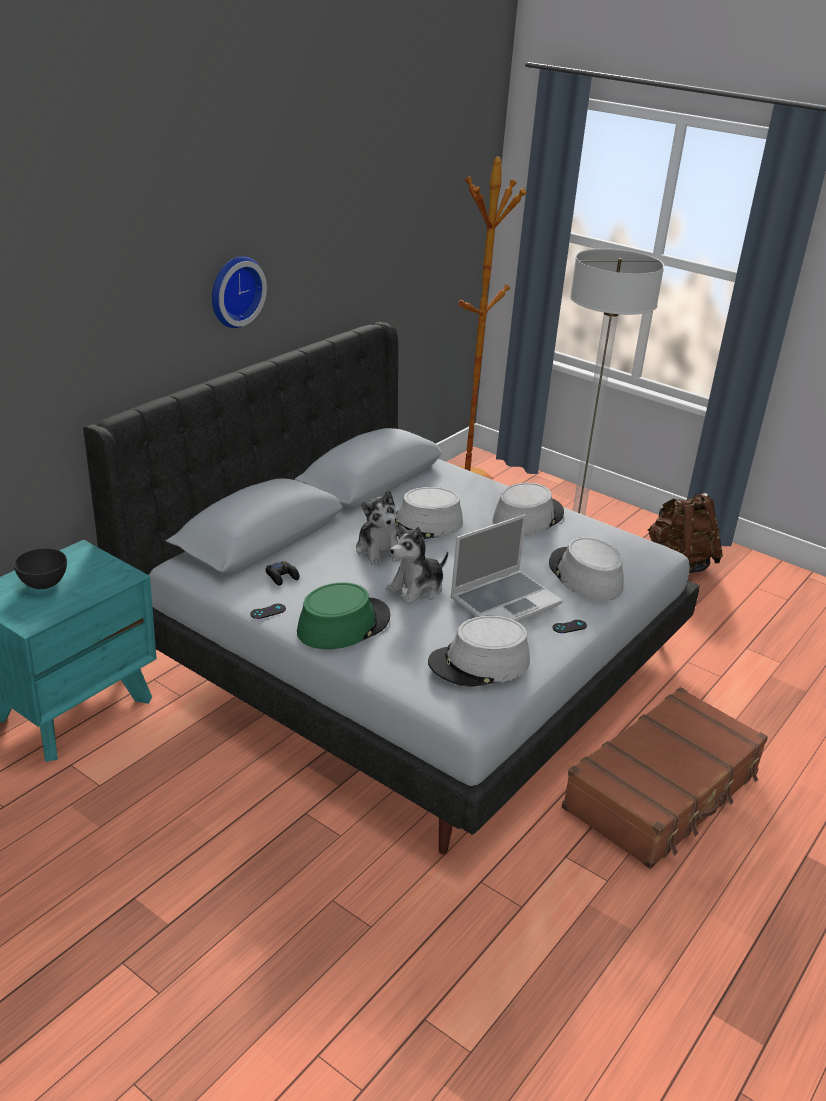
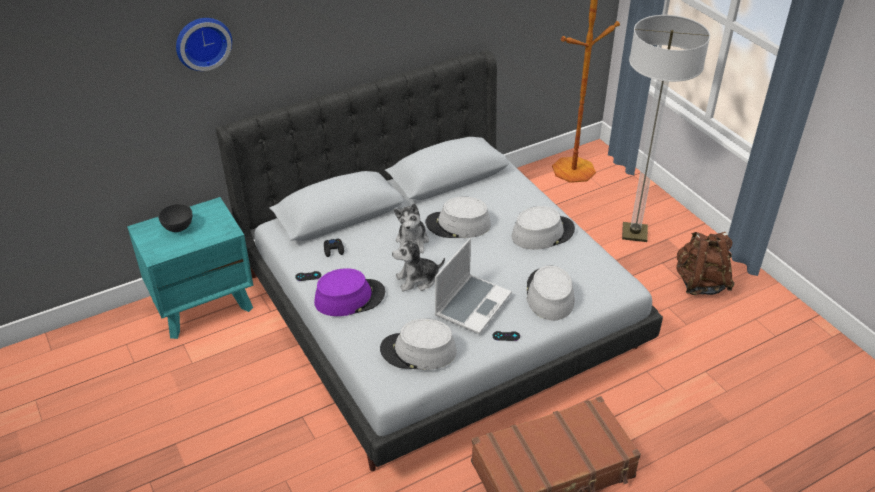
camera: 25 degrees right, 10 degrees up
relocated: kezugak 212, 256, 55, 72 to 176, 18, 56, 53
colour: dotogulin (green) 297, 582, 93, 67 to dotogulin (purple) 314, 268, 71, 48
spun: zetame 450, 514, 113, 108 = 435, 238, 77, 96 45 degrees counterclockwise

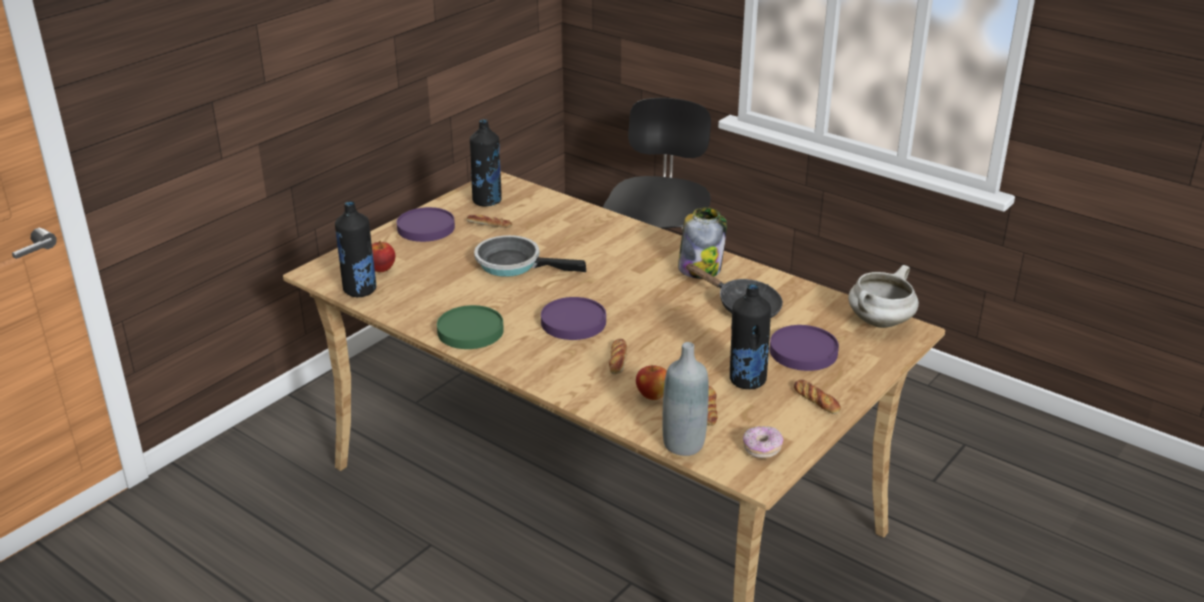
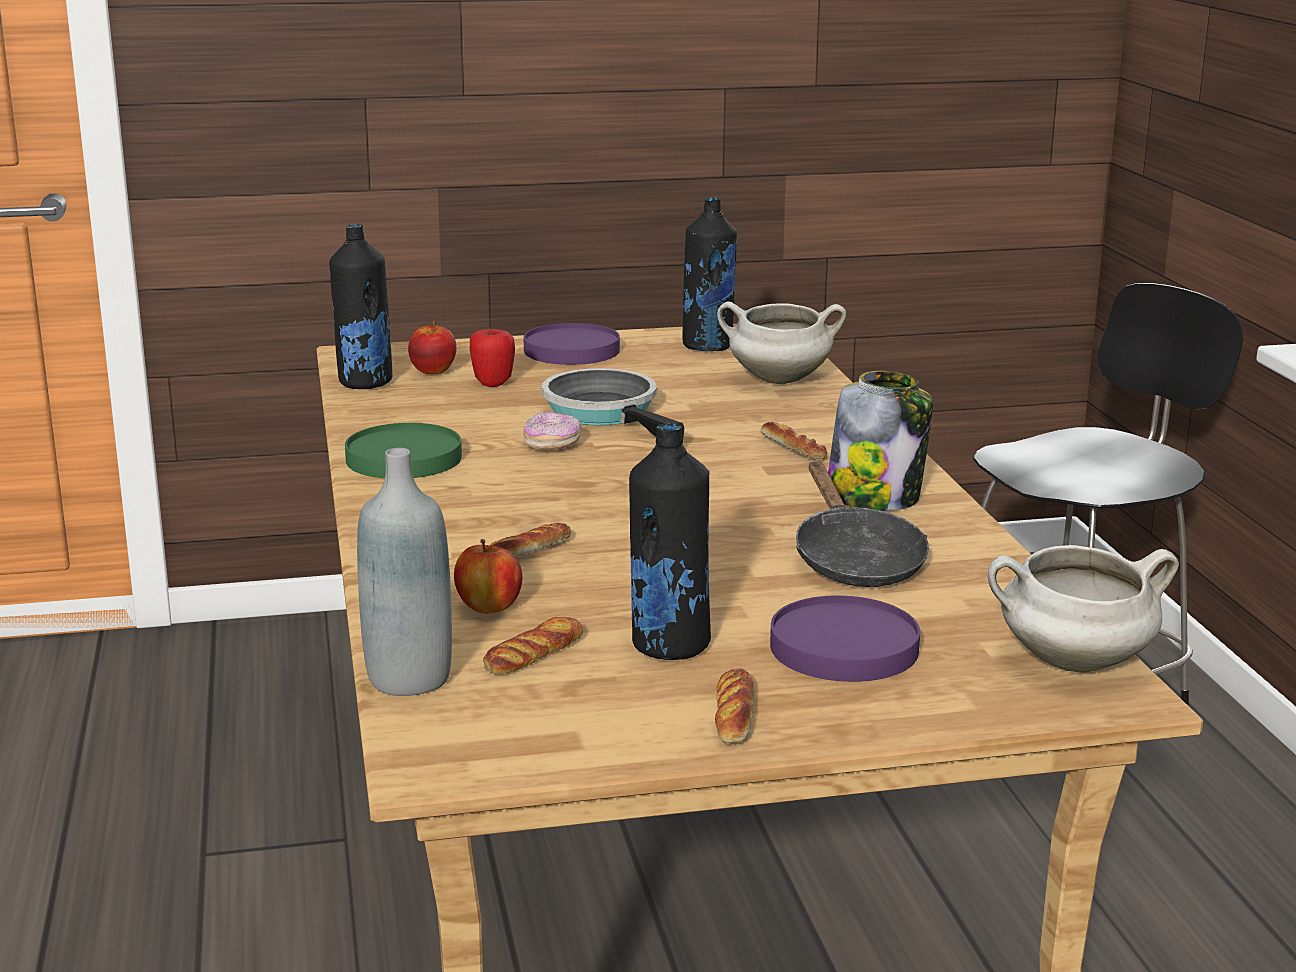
camera: 40 degrees right, 10 degrees down
missing: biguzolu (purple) 541, 297, 65, 43
appeared: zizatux 470, 327, 45, 60; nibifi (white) 717, 302, 129, 82
relocated: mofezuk 743, 426, 40, 33 to 523, 412, 58, 39; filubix 467, 215, 45, 13 to 761, 422, 66, 37

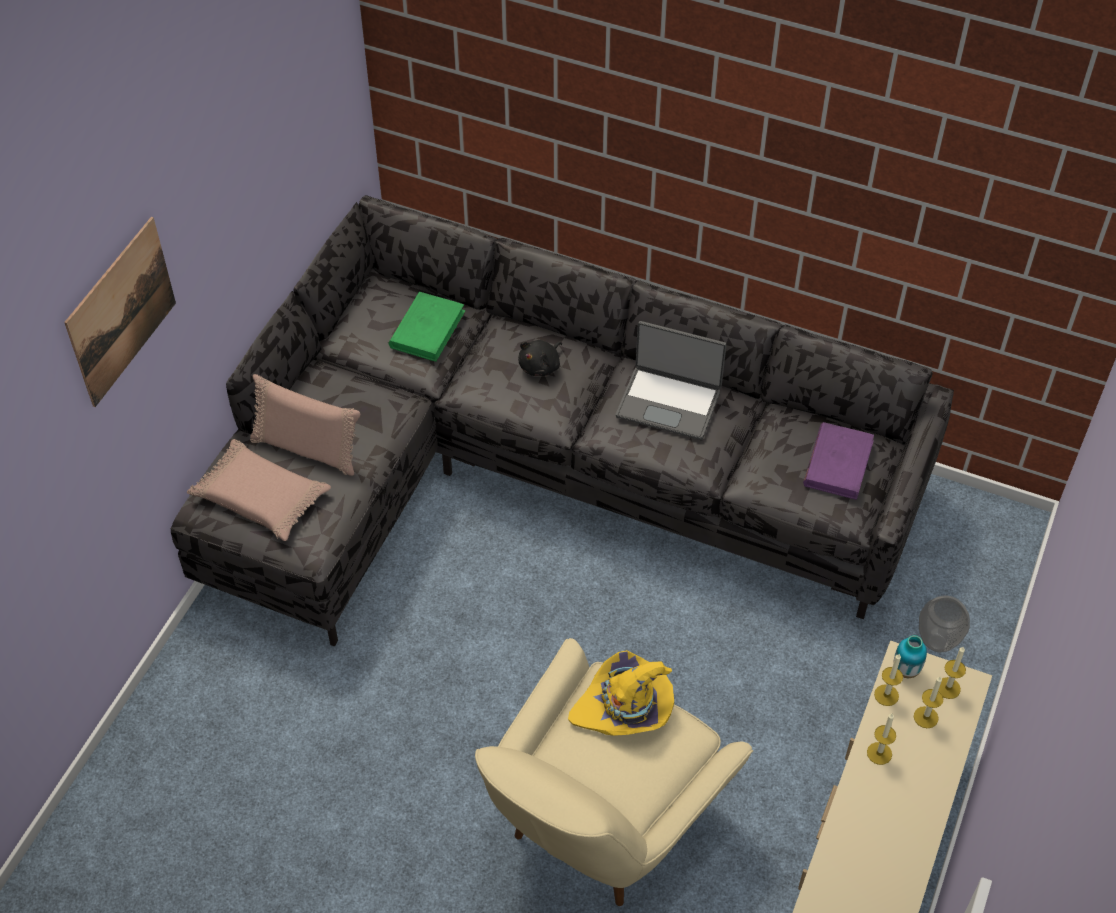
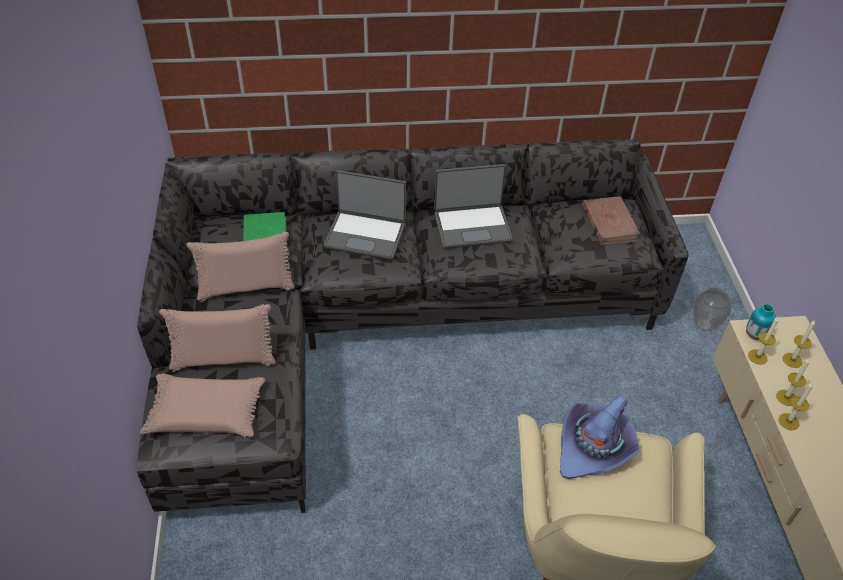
camera: 30 degrees left, 5 degrees down
missing: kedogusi 64, 217, 112, 190
appeared: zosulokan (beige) 186, 232, 109, 70
relocated: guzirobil 938, 647, 28, 52 to 778, 382, 35, 48
exchanged: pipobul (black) 518, 340, 44, 36 to zetame 324, 170, 82, 90
colour: dotogulin (yellow) 568, 650, 106, 86 to dotogulin (purple) 560, 396, 79, 83; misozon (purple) 803, 422, 71, 78 to misozon (brown) 582, 196, 58, 49

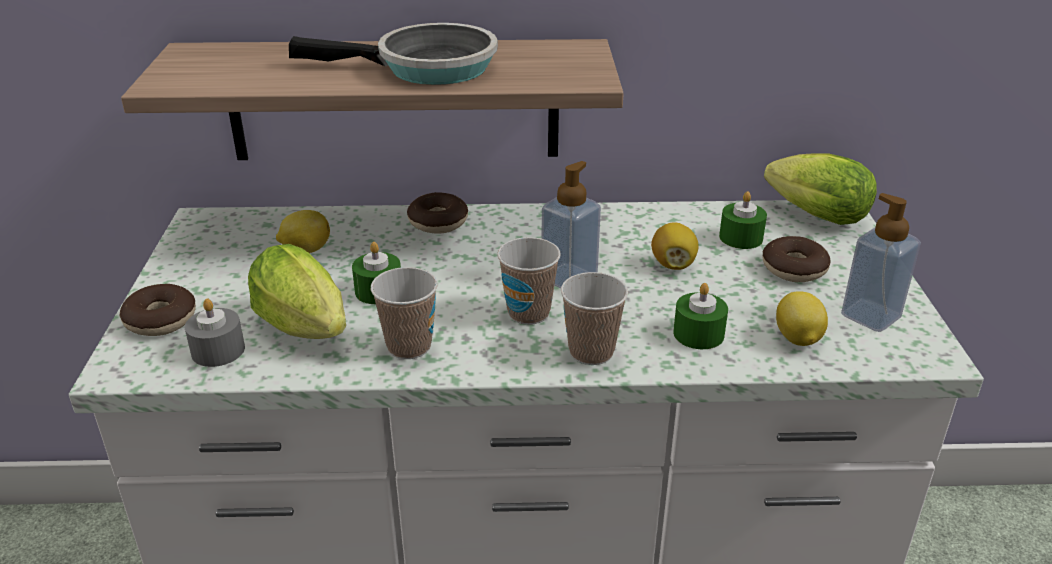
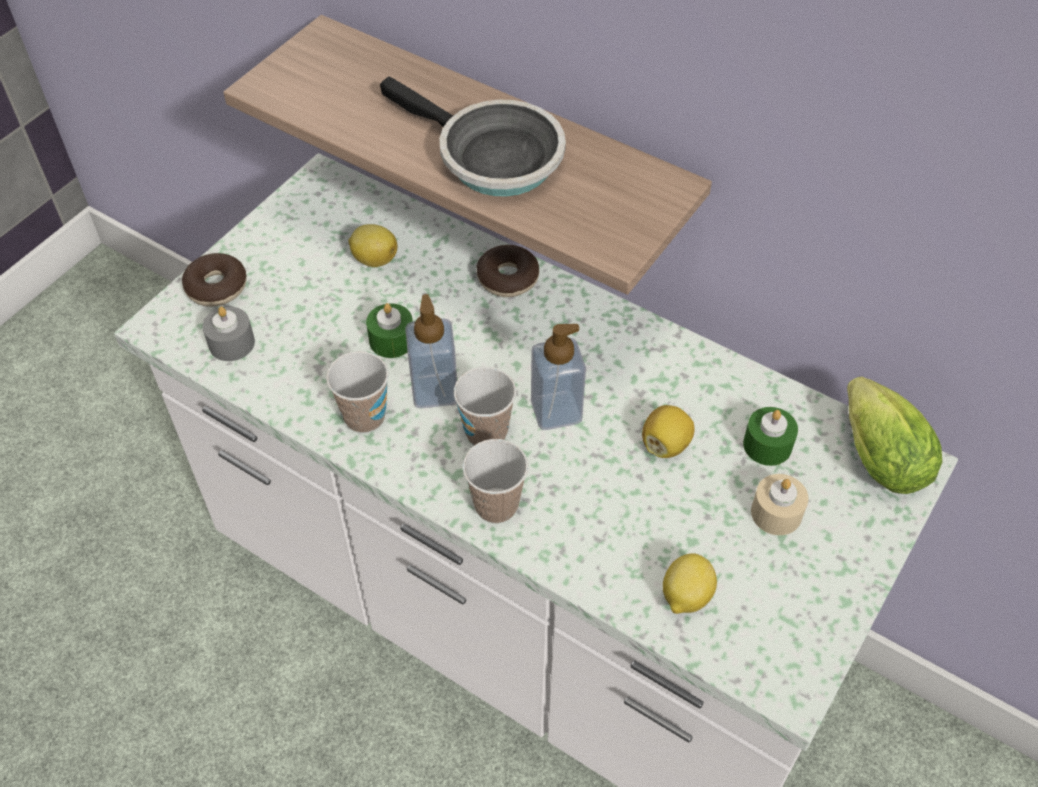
camera: 35 degrees right, 20 degrees up
missing: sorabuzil 248, 244, 98, 95; guzirobil (green) 673, 283, 55, 66
relocated: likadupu 841, 193, 80, 139 to 405, 294, 52, 114
exchanged: mofezuk 762, 236, 69, 46 to guzirobil (beige) 751, 474, 57, 61

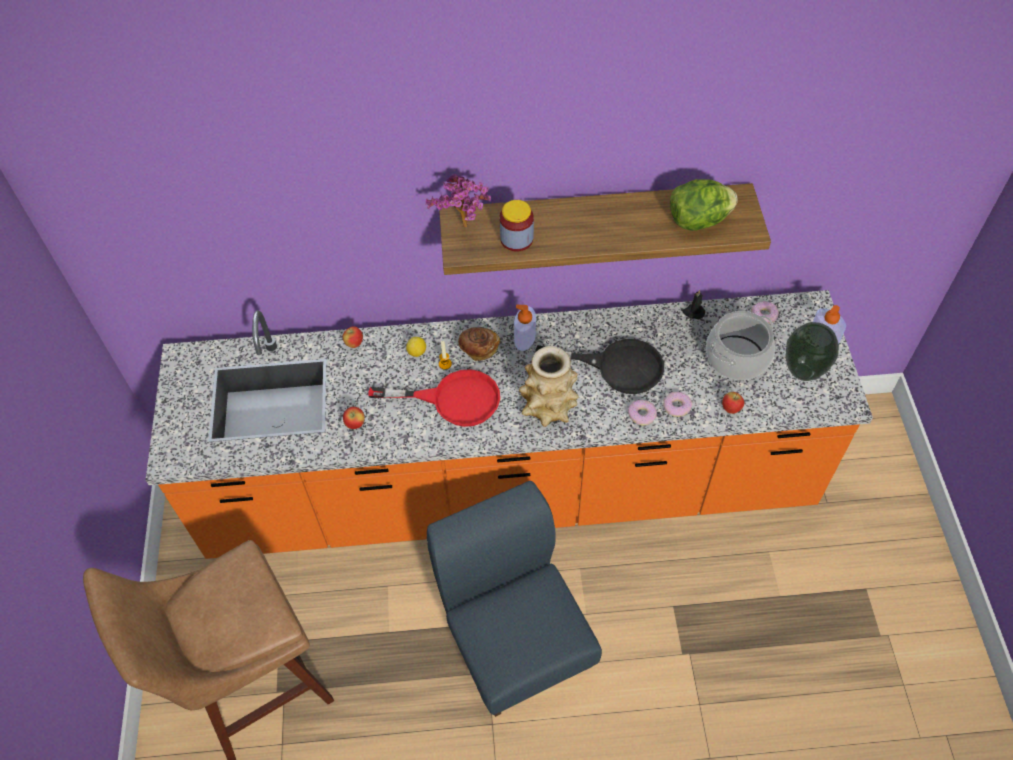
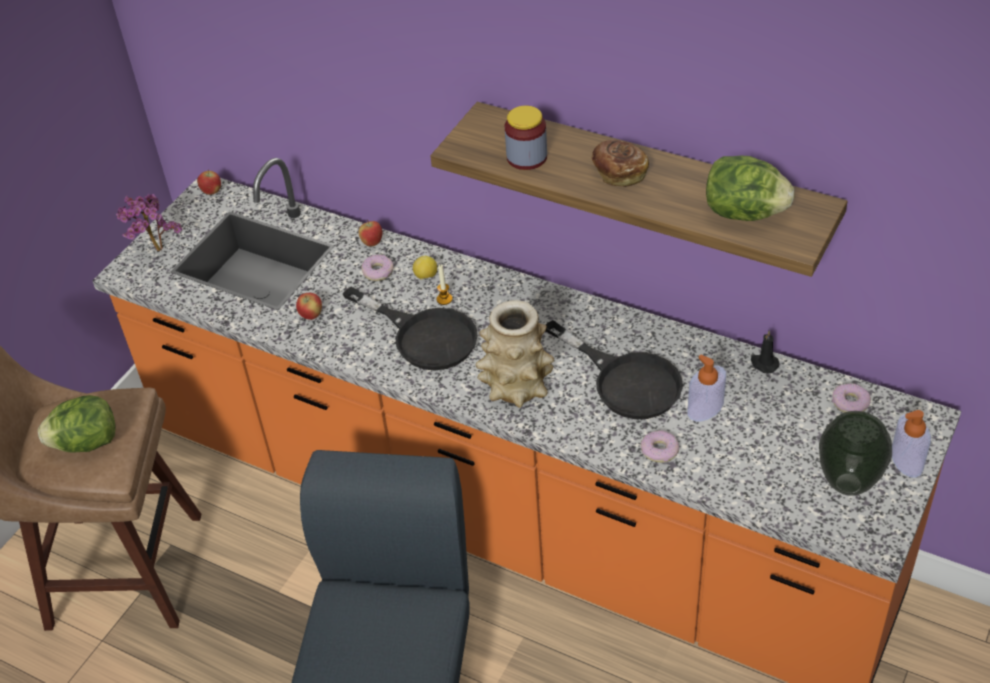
camera: 35 degrees right, 10 degrees down
missing: nibifi 706, 311, 69, 69
appeared: sorabuzil 38, 395, 78, 58
relocated: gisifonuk 425, 174, 66, 53 to 116, 194, 66, 57; zizatux 722, 392, 22, 22 to 197, 170, 24, 25; mofezuk 628, 400, 29, 25 to 361, 255, 33, 26; filubix 458, 327, 42, 34 to 591, 140, 58, 47; likadupu 514, 305, 22, 46 to 688, 354, 38, 67
colour: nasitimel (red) 369, 369, 131, 58 to nasitimel (black) 343, 287, 135, 83

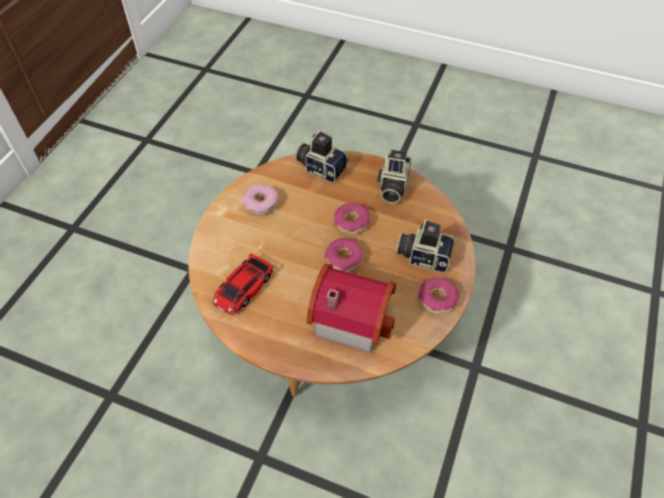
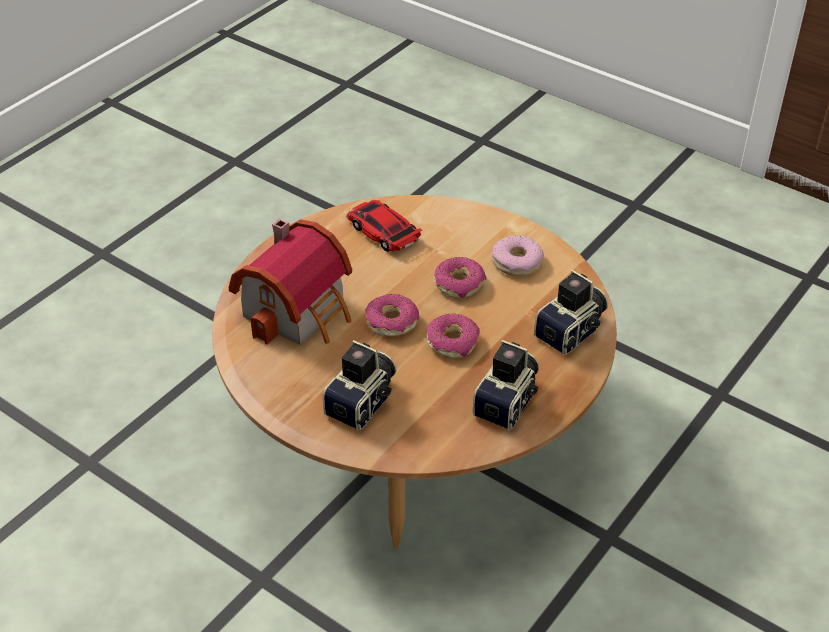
camera: 105 degrees right, 10 degrees down
relocated: mofezuk 418, 277, 41, 37 to 434, 257, 52, 42
spun: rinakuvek 377, 150, 35, 54 = 473, 340, 66, 90 90 degrees clockwise

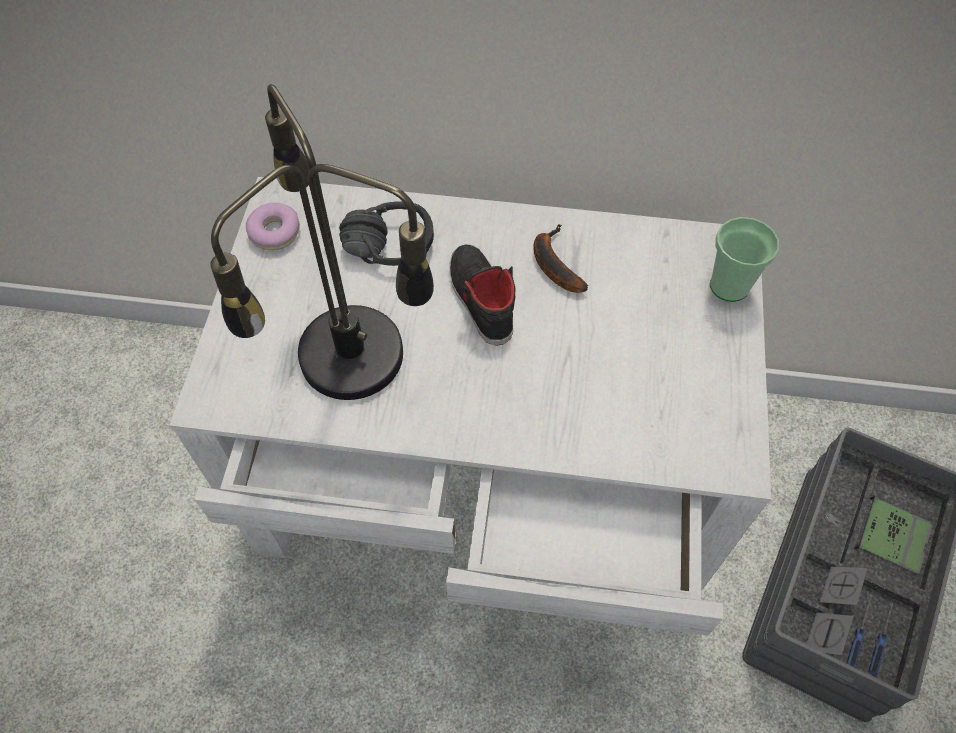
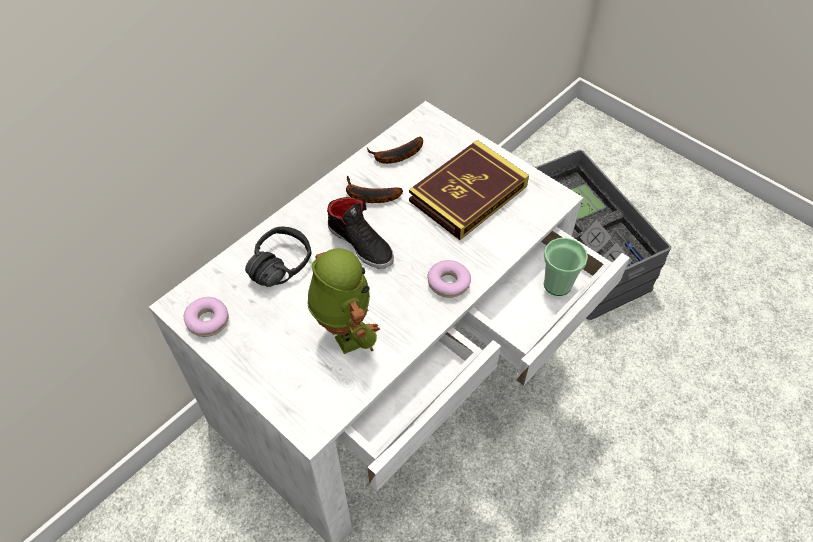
camera: 55 degrees left, 5 degrees down
appeared: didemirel 367, 137, 56, 27; misozon 409, 140, 120, 100; mofezuk 427, 260, 44, 38
relocated: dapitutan 710, 217, 69, 85 to 544, 238, 44, 58
exchanged: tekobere 210, 84, 224, 316 to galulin 307, 248, 73, 106
spun: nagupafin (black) 449, 244, 66, 102 = 327, 197, 67, 72 150 degrees counterclockwise

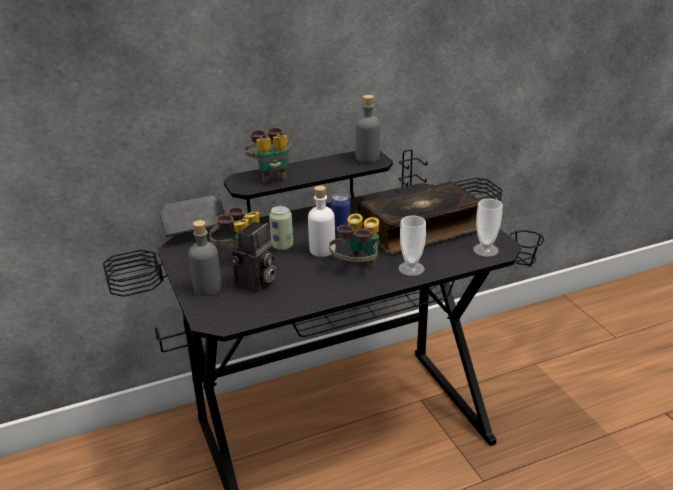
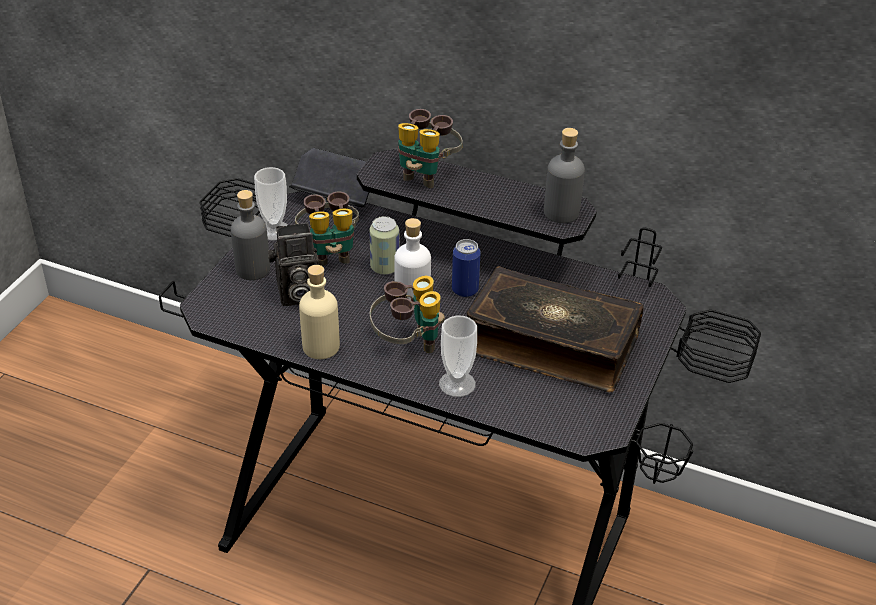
camera: 45 degrees right, 10 degrees up
appeared: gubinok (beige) 299, 265, 41, 94
relocated: dapitutan 473, 198, 30, 59 to 254, 167, 34, 74

